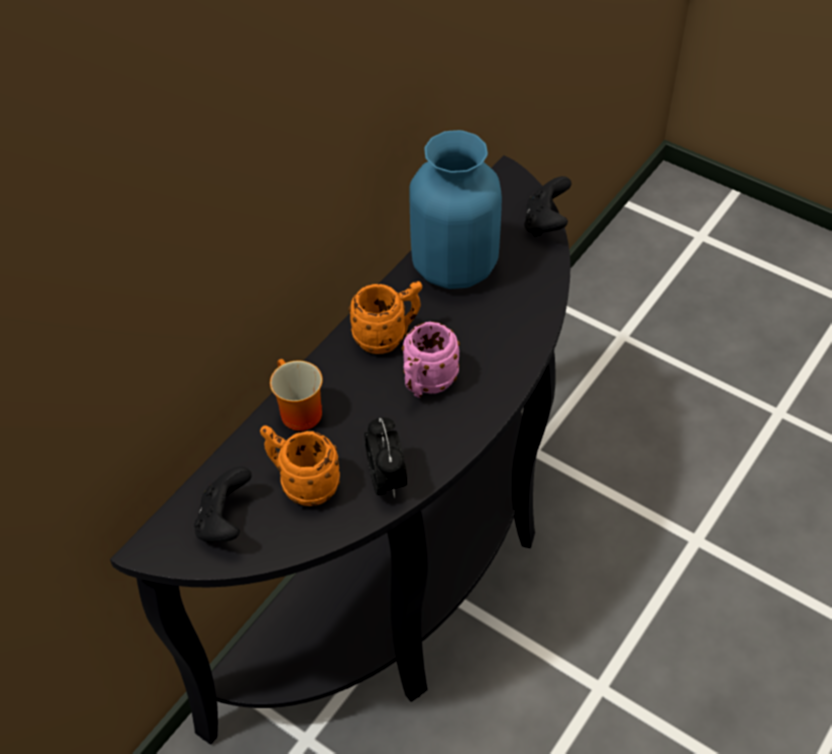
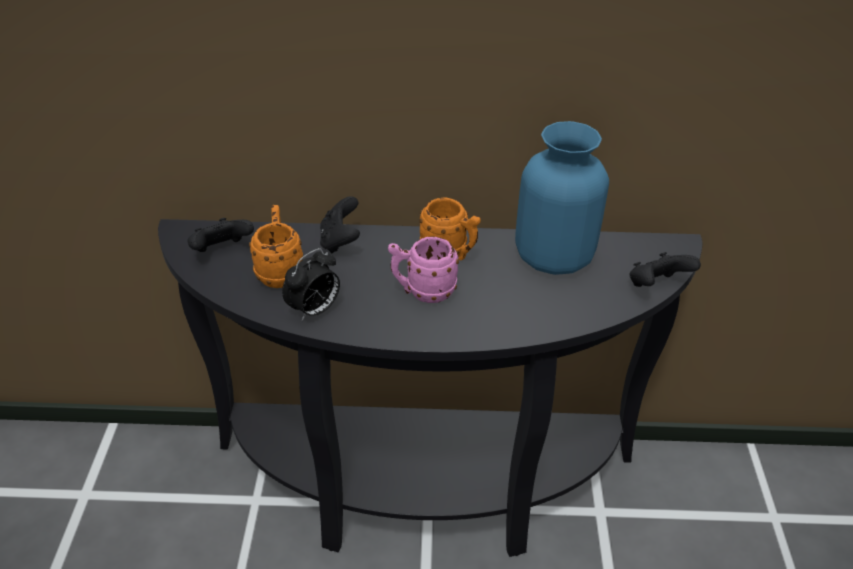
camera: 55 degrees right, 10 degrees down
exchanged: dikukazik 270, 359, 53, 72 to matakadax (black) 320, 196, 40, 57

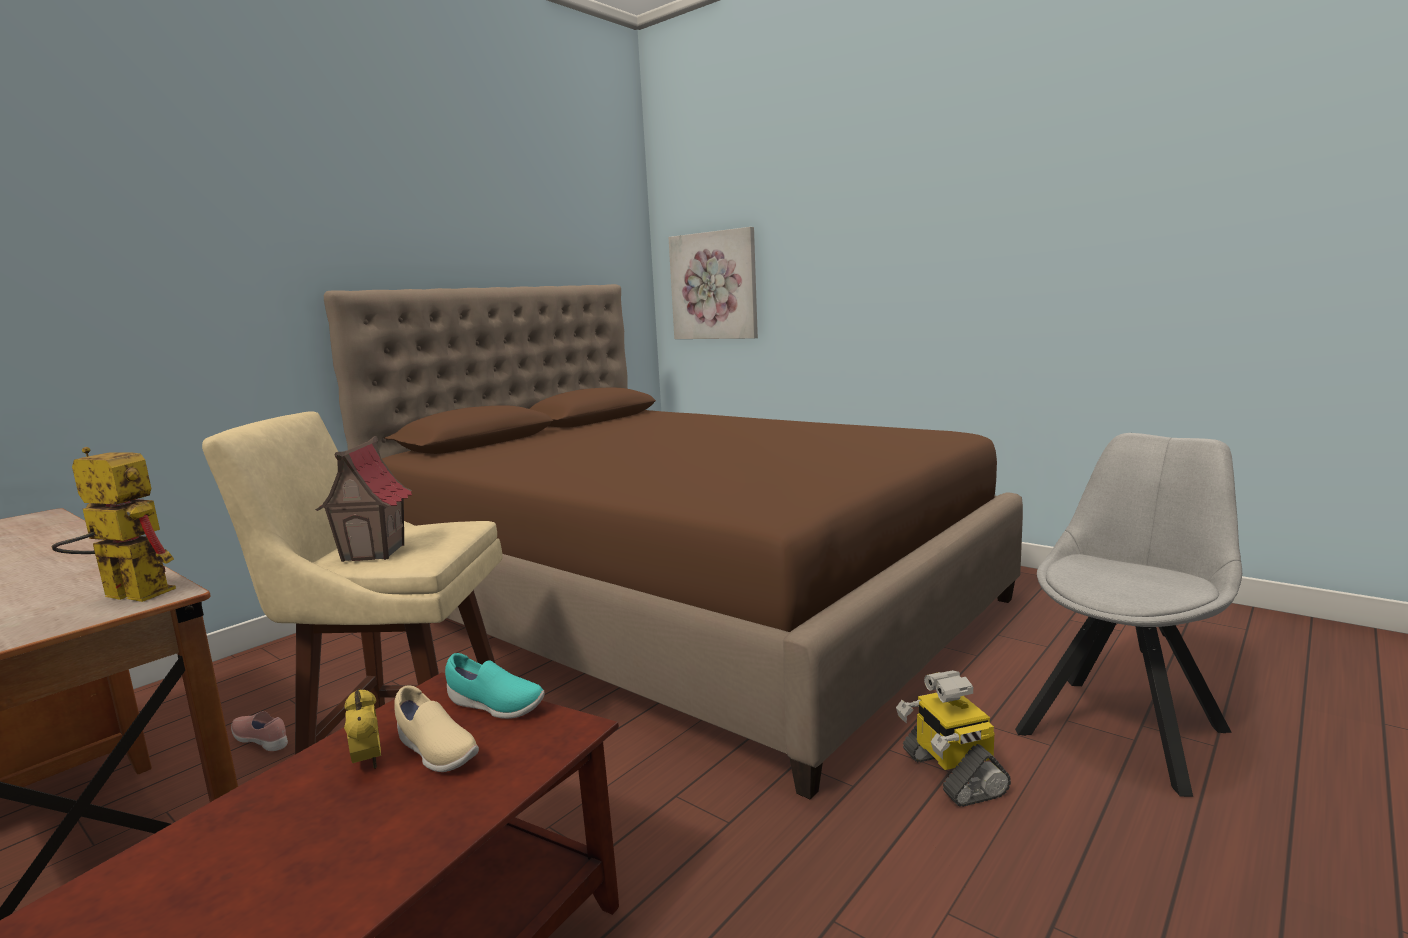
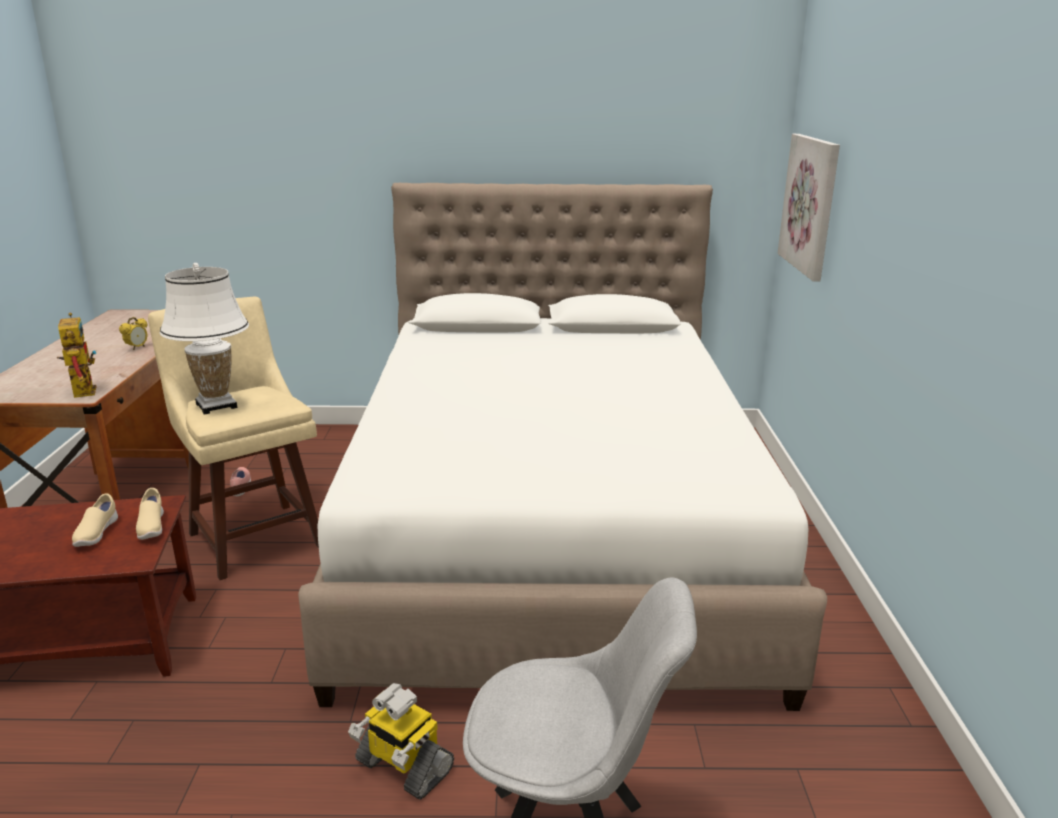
camera: 50 degrees right, 10 degrees up
relocated: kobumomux 344, 689, 37, 80 to 119, 317, 29, 33
exchanged: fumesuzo 315, 436, 97, 126 to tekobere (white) 160, 263, 89, 152
colour: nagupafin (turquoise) 445, 653, 100, 66 to nagupafin (beige) 136, 488, 28, 52; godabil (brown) 324, 284, 699, 515 to godabil (white) 298, 183, 529, 528
spun: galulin 896, 670, 115, 137 = 348, 683, 106, 116 90 degrees counterclockwise

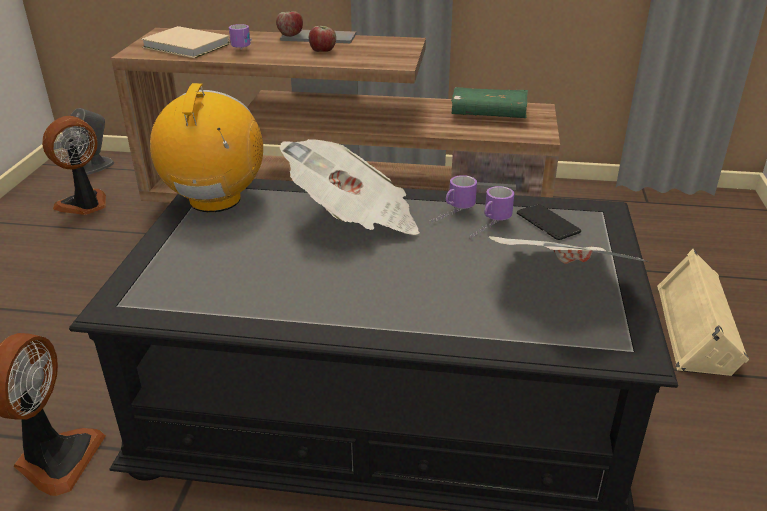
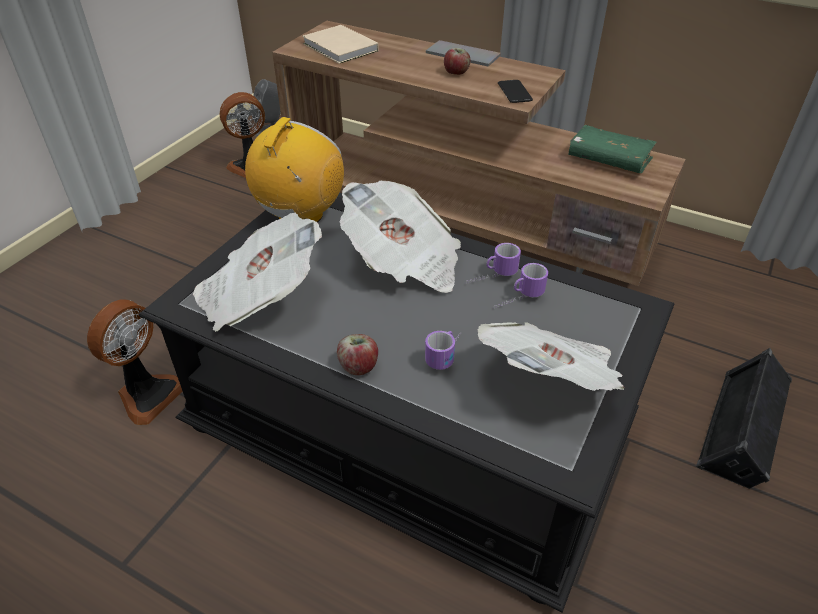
camera: 20 degrees right, 10 degrees up
appeared: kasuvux 193, 213, 129, 119
relocated: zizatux 276, 11, 27, 26 to 337, 334, 41, 41; dikukazik 229, 24, 23, 25 to 425, 331, 36, 39; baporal 517, 204, 64, 36 to 498, 80, 35, 23
colour: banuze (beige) 657, 249, 92, 127 to banuze (black) 696, 348, 96, 141

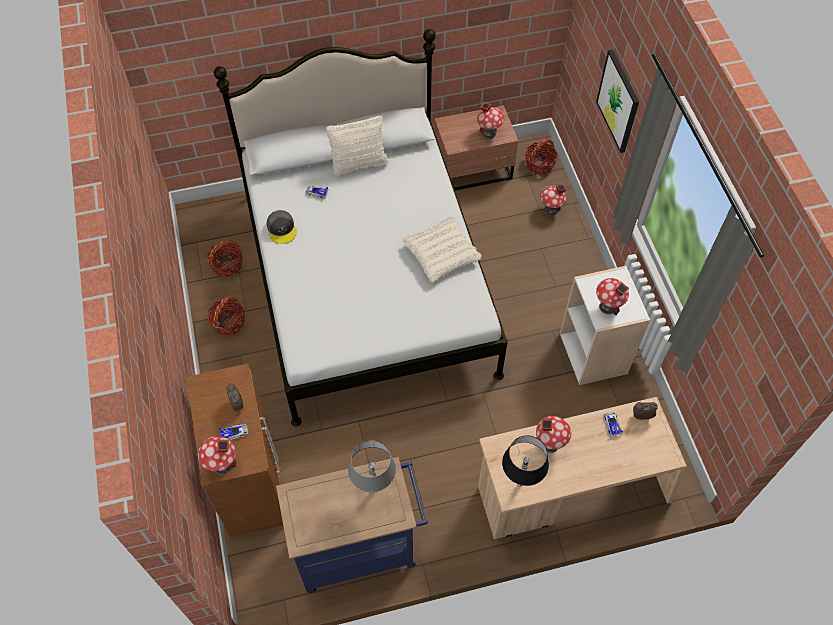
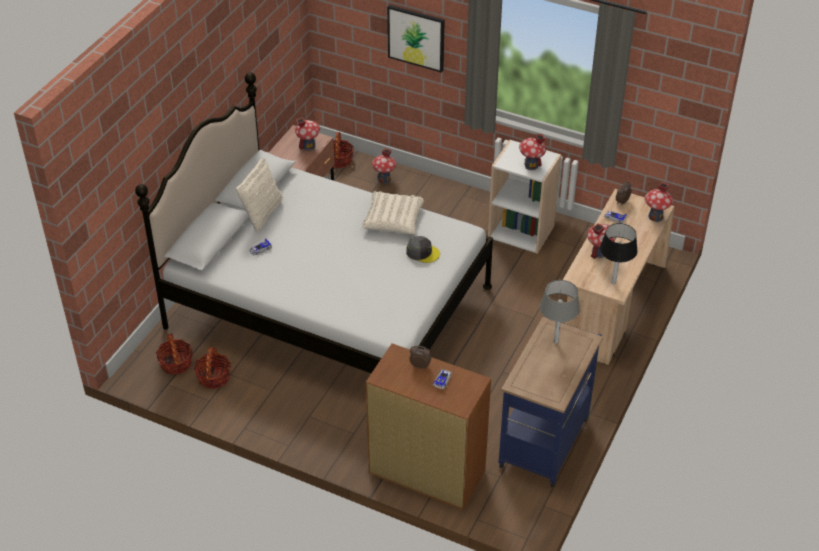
camera: 50 degrees left, 15 degrees down
relocated: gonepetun 208, 297, 37, 39 to 156, 333, 37, 42; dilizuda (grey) 267, 210, 30, 34 to 406, 236, 34, 27; fumesuzo 198, 436, 38, 38 to 645, 182, 28, 40

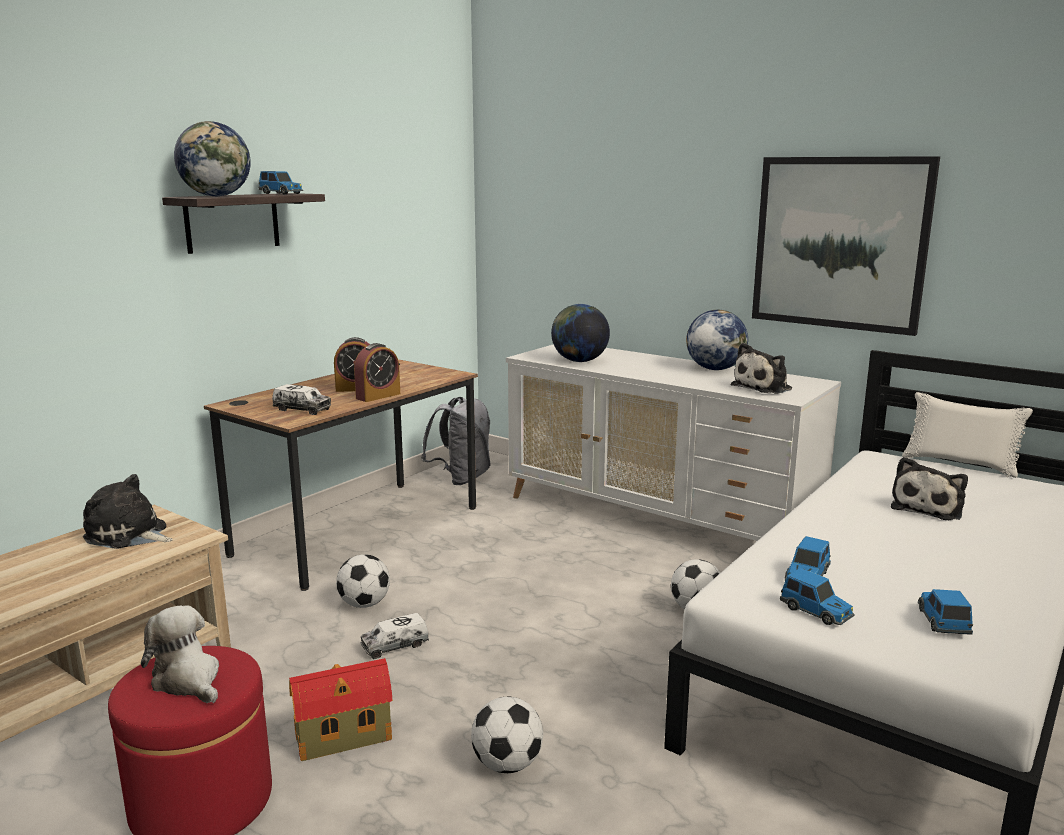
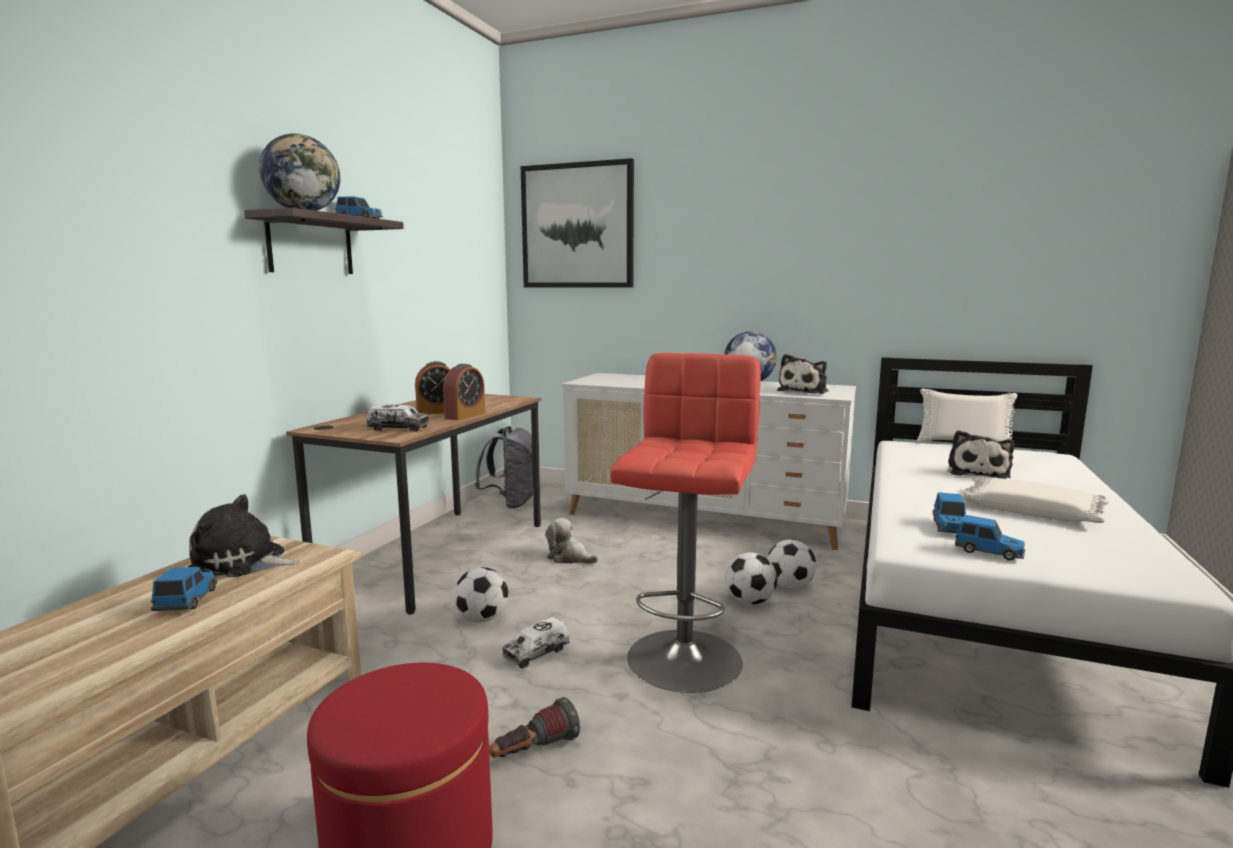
camera: 15 degrees left, 5 degrees down
missing: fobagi 551, 304, 59, 58
appeared: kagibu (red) 610, 353, 151, 340; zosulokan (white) 961, 476, 149, 47
relocated: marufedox 918, 589, 55, 46 to 151, 567, 67, 44; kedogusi 752, 156, 188, 180 to 521, 158, 113, 130; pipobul 141, 605, 78, 98 to 545, 518, 53, 46; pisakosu 471, 697, 72, 76 to 726, 552, 51, 52
exchanged: fumesuzo 289, 658, 104, 103 to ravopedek 489, 697, 91, 61

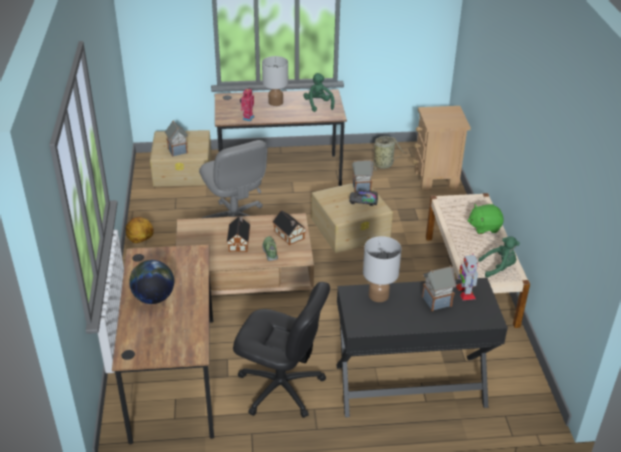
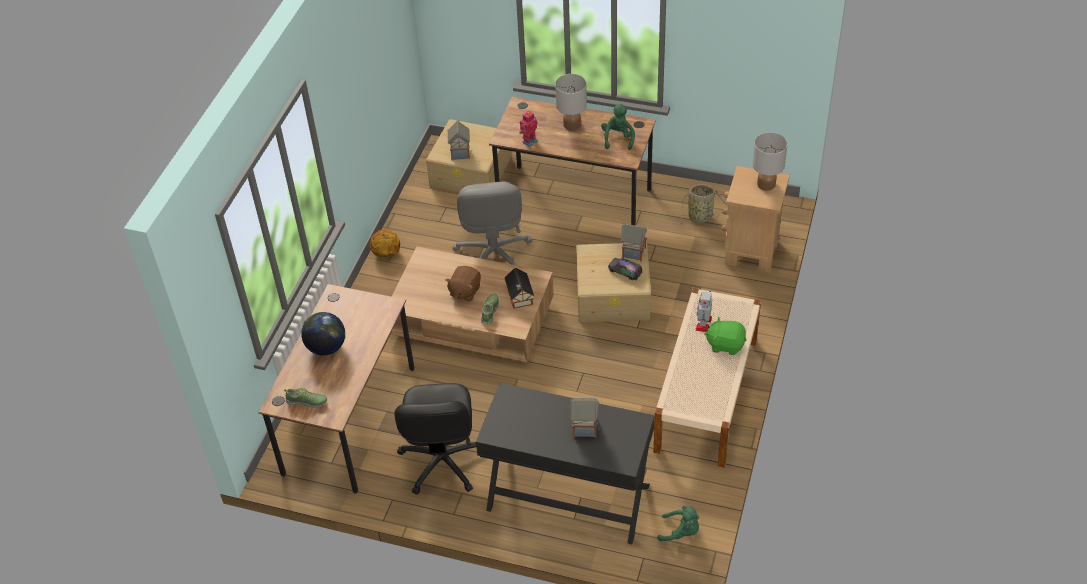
camera: 25 degrees right, 10 degrees up
appeared: nagupafin 284, 388, 43, 20
relocated: pipobul (green) 478, 237, 42, 41 to 658, 506, 41, 35; galulin 456, 254, 22, 46 to 696, 291, 16, 41; tekobere (grey) 363, 236, 39, 66 to 753, 132, 35, 59
exchanged: fumesuzo 227, 216, 23, 36 to pipobul (brown) 446, 266, 35, 35
spun: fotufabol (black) 233, 282, 97, 136 = 394, 383, 82, 112 45 degrees clockwise

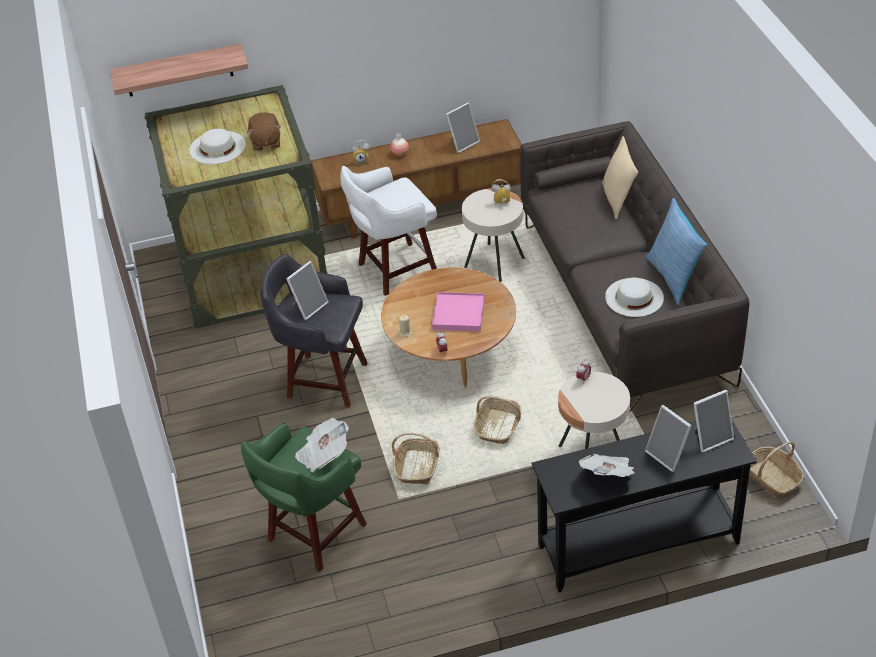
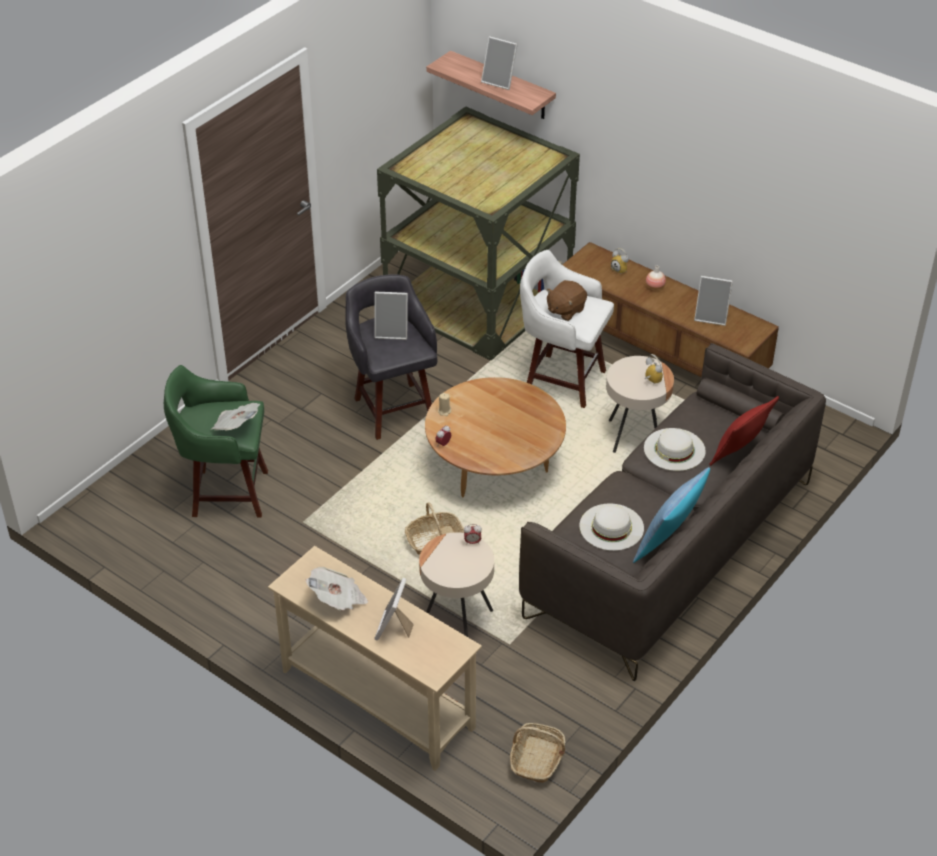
camera: 50 degrees right, 0 degrees up
missing: gonepetun 392, 433, 48, 51; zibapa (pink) 432, 292, 53, 40
relocated: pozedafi 693, 390, 41, 63 to 481, 36, 37, 54; pipobul (brown) 247, 112, 34, 39 to 546, 280, 41, 41; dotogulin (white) 190, 128, 56, 36 to 644, 428, 62, 43
colour: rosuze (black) 531, 421, 226, 171 to rosuze (beige) 268, 546, 214, 225; zosulokan (beige) 602, 136, 36, 84 to zosulokan (red) 709, 396, 70, 70

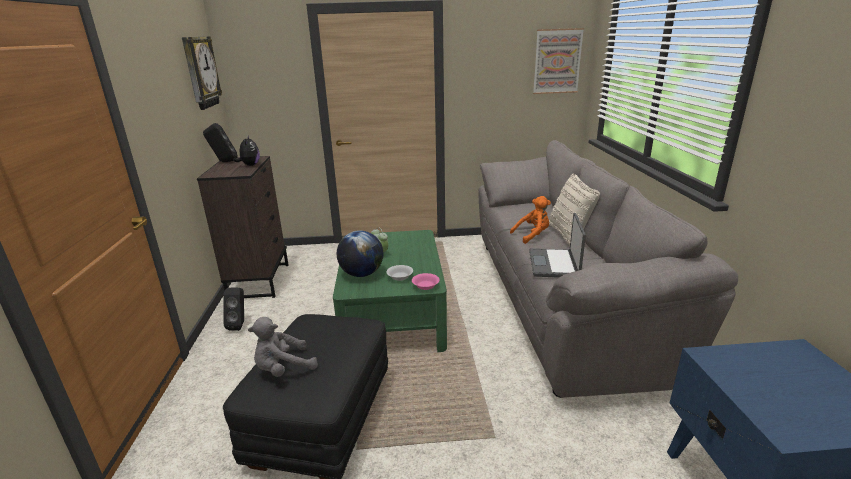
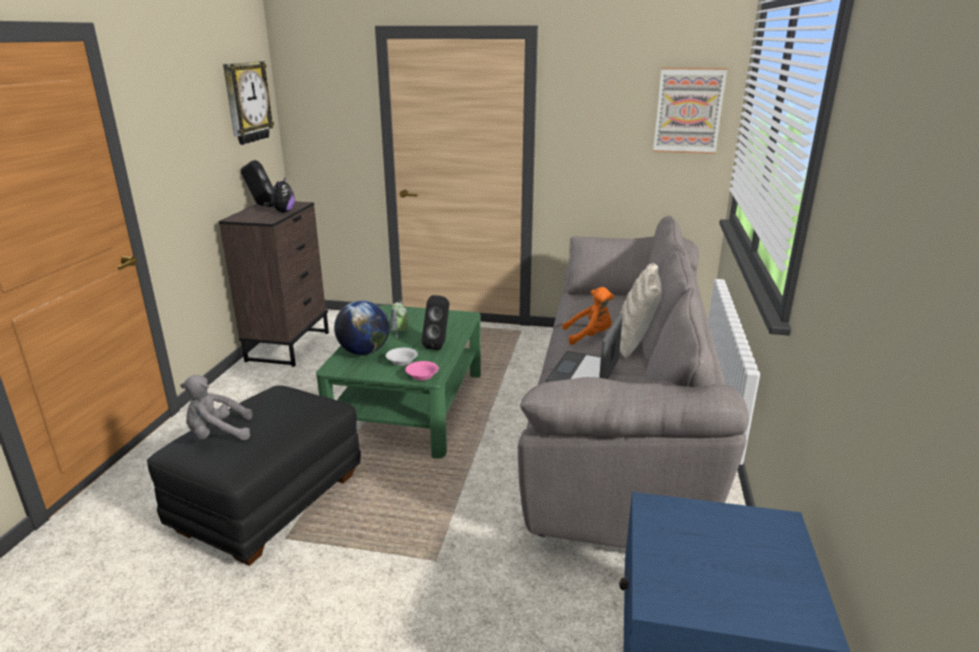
camera: 15 degrees right, 0 degrees up
relocated: banuze (black) 223, 287, 21, 44 to 422, 295, 27, 55

